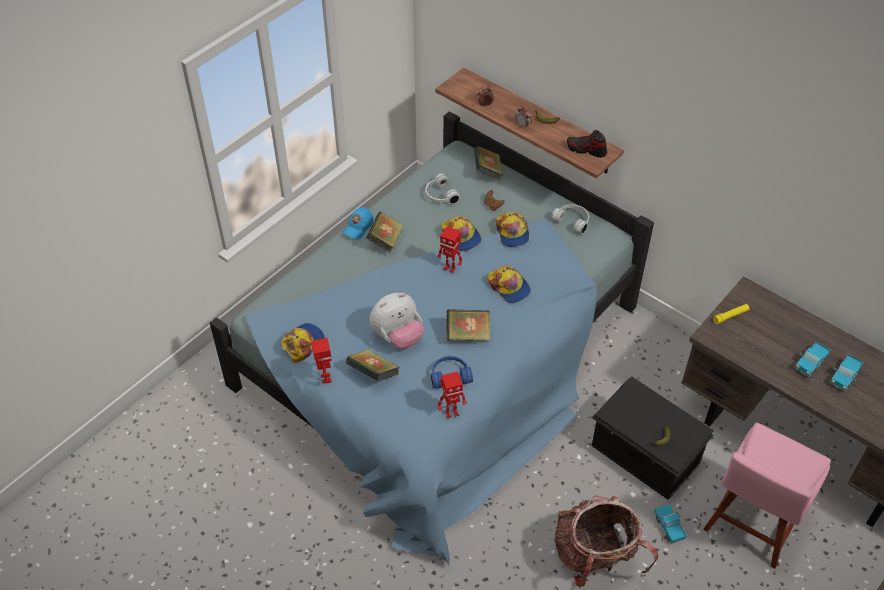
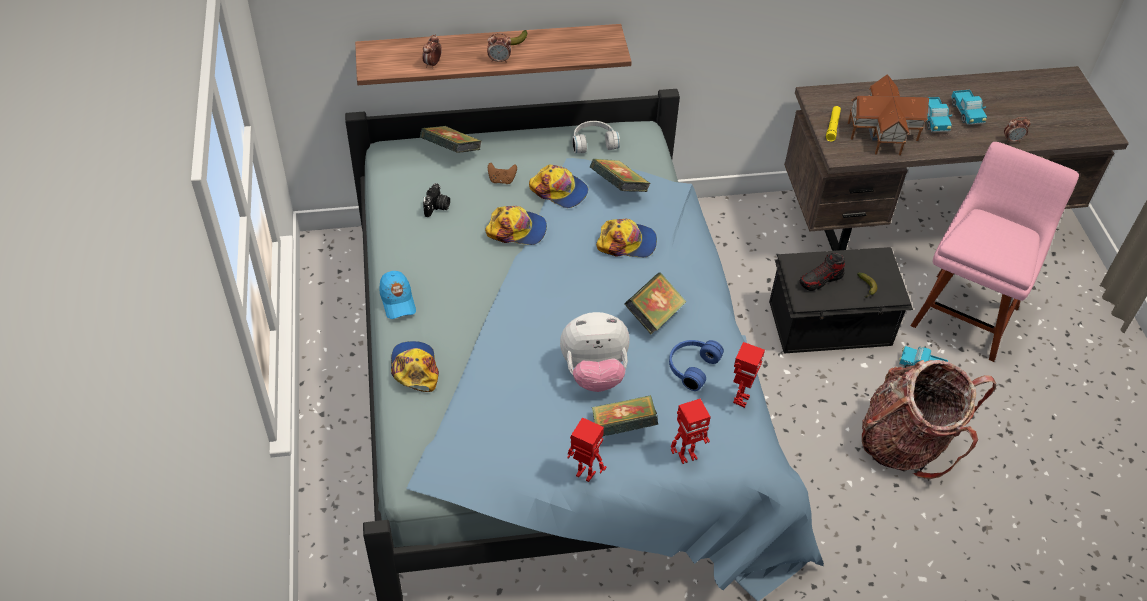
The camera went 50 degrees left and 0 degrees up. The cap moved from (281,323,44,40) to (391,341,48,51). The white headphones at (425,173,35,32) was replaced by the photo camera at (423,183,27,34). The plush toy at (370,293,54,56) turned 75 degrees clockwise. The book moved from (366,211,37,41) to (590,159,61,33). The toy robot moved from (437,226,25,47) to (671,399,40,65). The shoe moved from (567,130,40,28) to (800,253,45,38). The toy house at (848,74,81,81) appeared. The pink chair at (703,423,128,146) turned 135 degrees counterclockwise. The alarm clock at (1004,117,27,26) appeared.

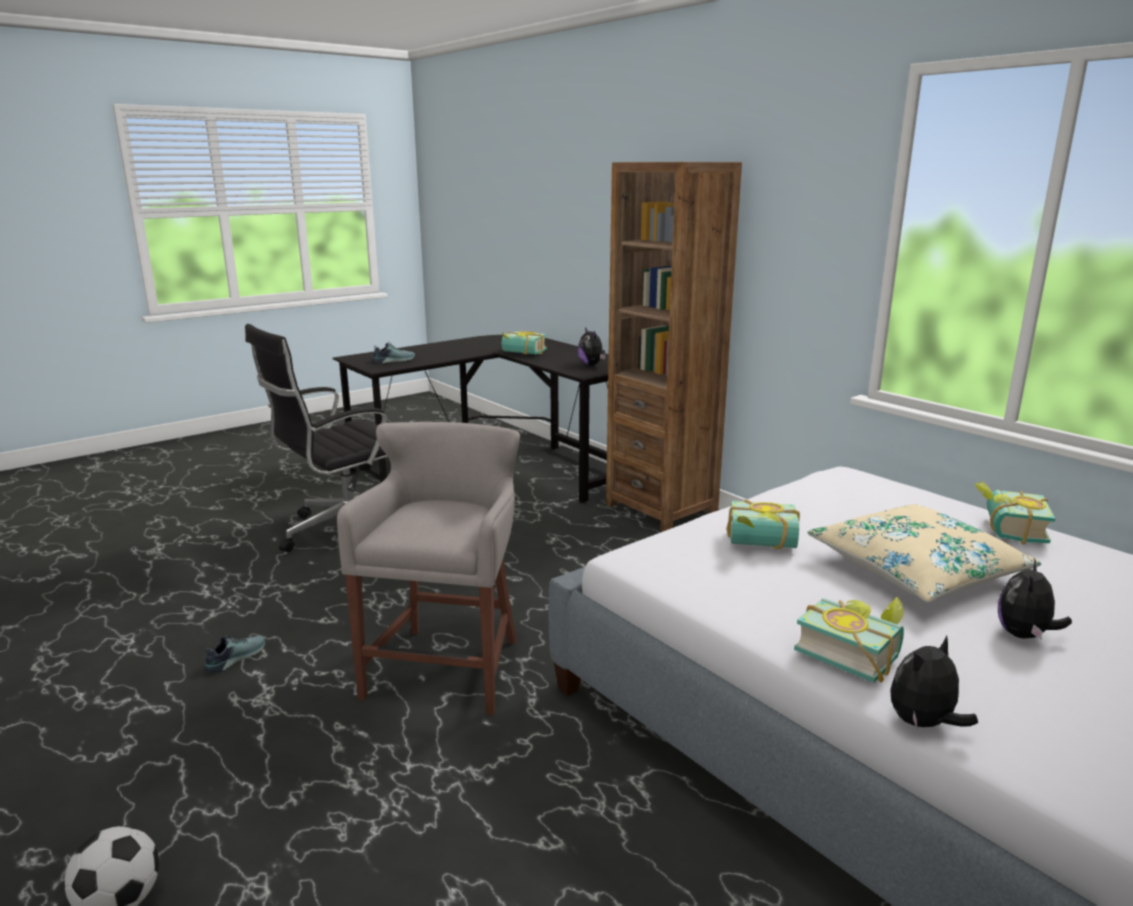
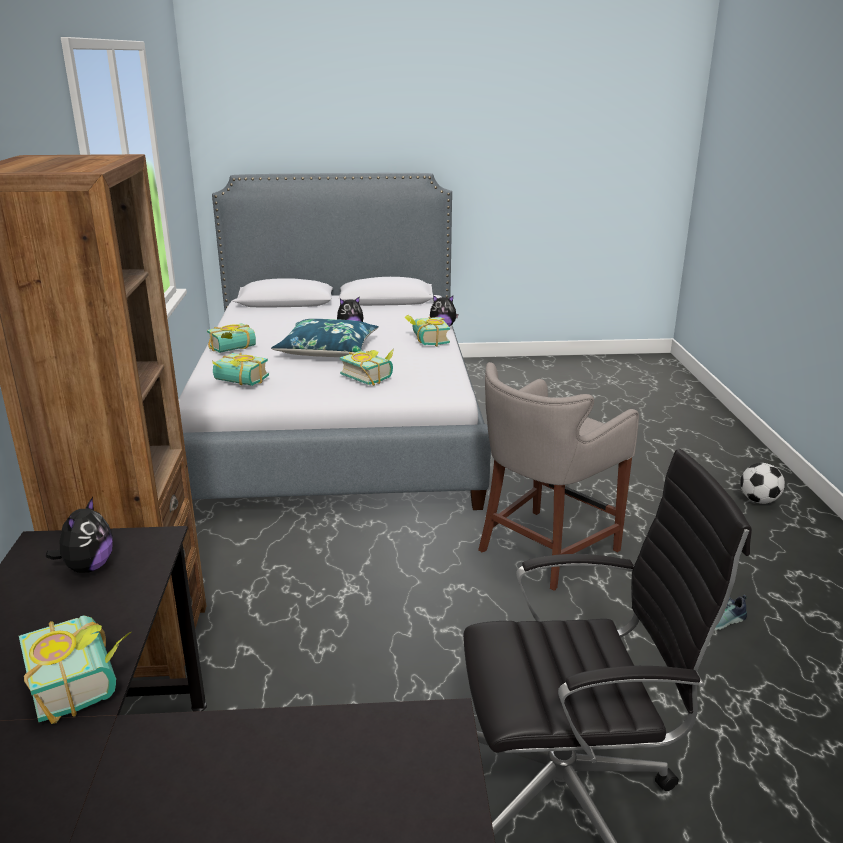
The camera went 145 degrees left and 5 degrees up. The book at (212,353,57,33) appeared. The beige pillow at (808,504,234,99) became the blue pillow at (271,319,108,38). The shoe at (373,342,42,21) disappeared.

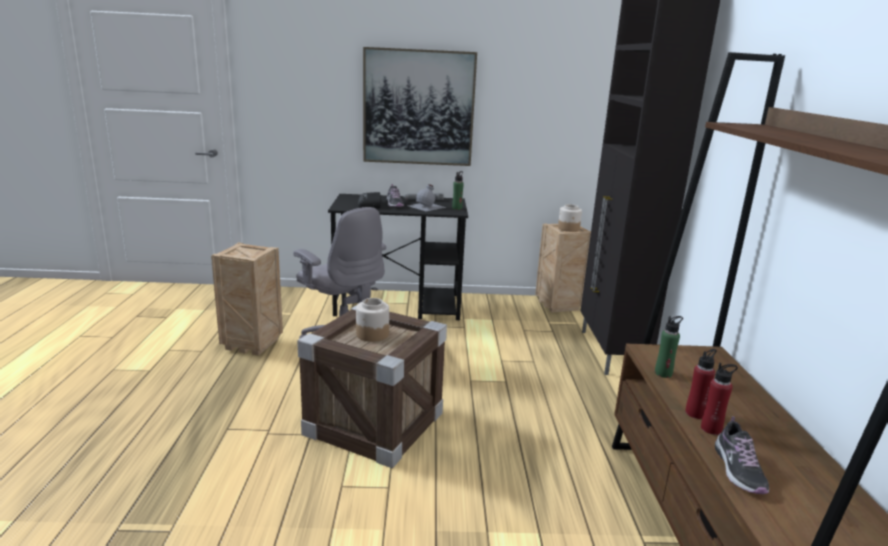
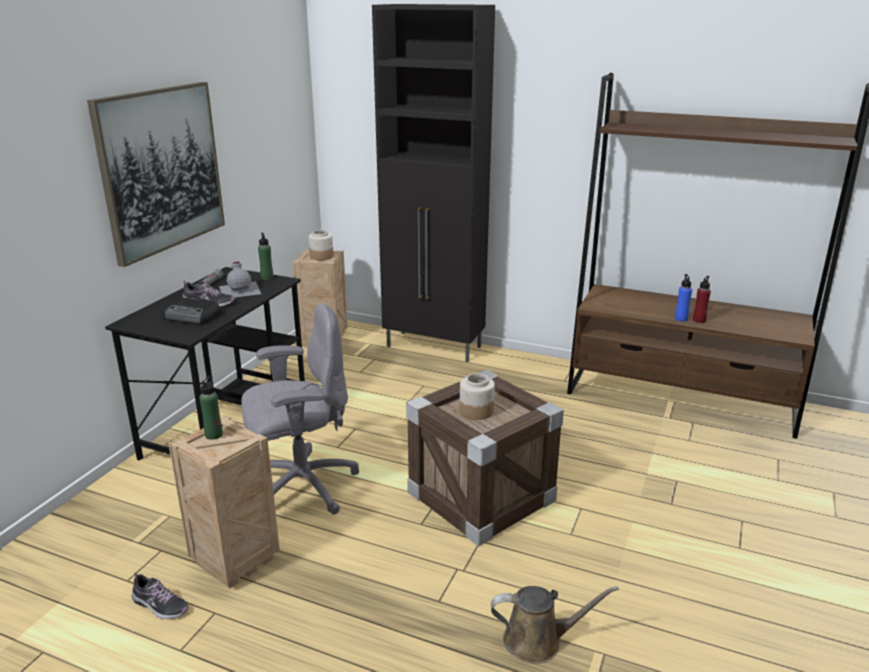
The camera went 65 degrees left and 5 degrees up. The shoe moved from (715,417,54,77) to (132,572,57,47). The green bottle moved from (655,316,28,62) to (199,375,24,65). The brown watering can at (491,586,128,78) appeared. The red bottle at (685,349,32,70) became the blue bottle at (675,274,17,48).

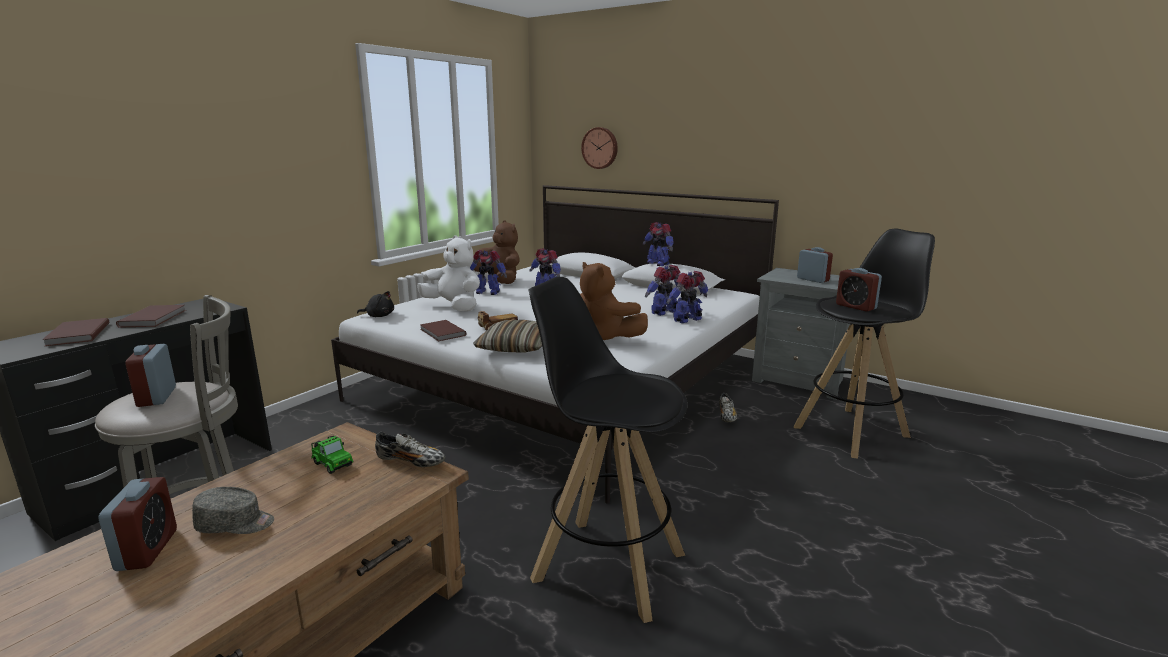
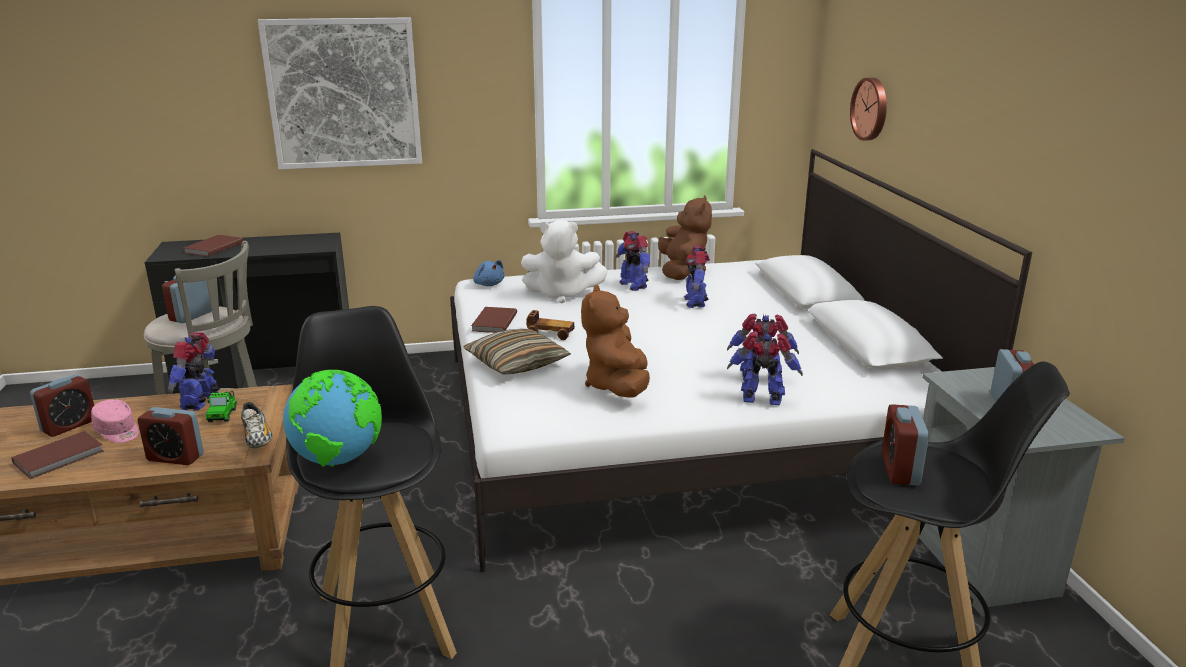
The camera went 45 degrees right and 5 degrees up. The brown book moved from (116,305,70,23) to (11,431,93,48). The grey cap at (192,487,82,47) became the pink cap at (91,399,48,44). The alarm clock at (137,407,67,58) appeared. The toy robot moved from (643,222,31,44) to (168,332,52,78). The picture at (258,17,164,152) appeared. The globe at (283,370,99,97) appeared. The black plush toy at (357,291,37,26) became the blue plush toy at (473,260,32,26). The white plush toy at (417,235,63,76) turned 105 degrees clockwise. The shoe at (719,393,18,29) disappeared.

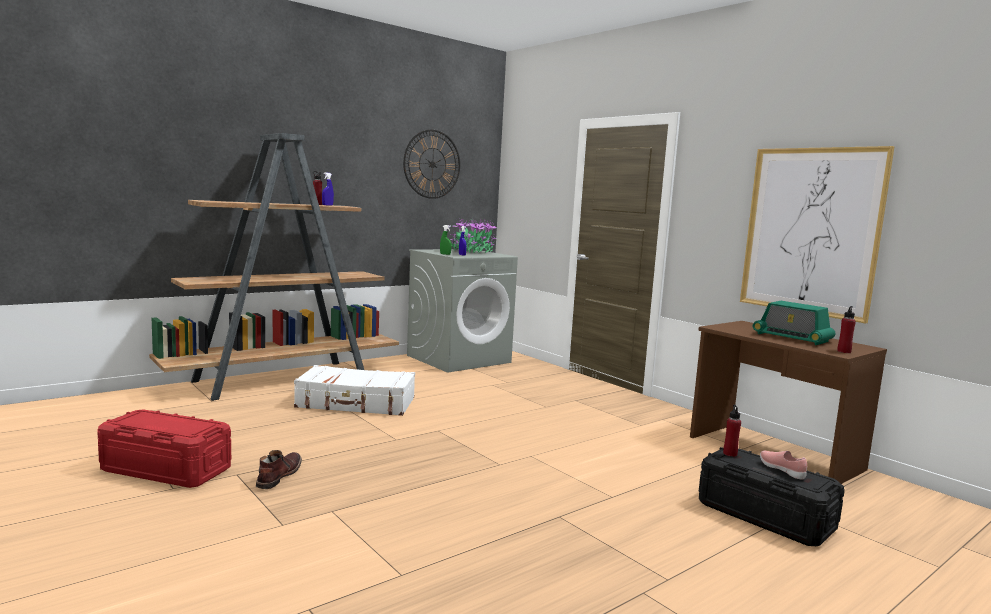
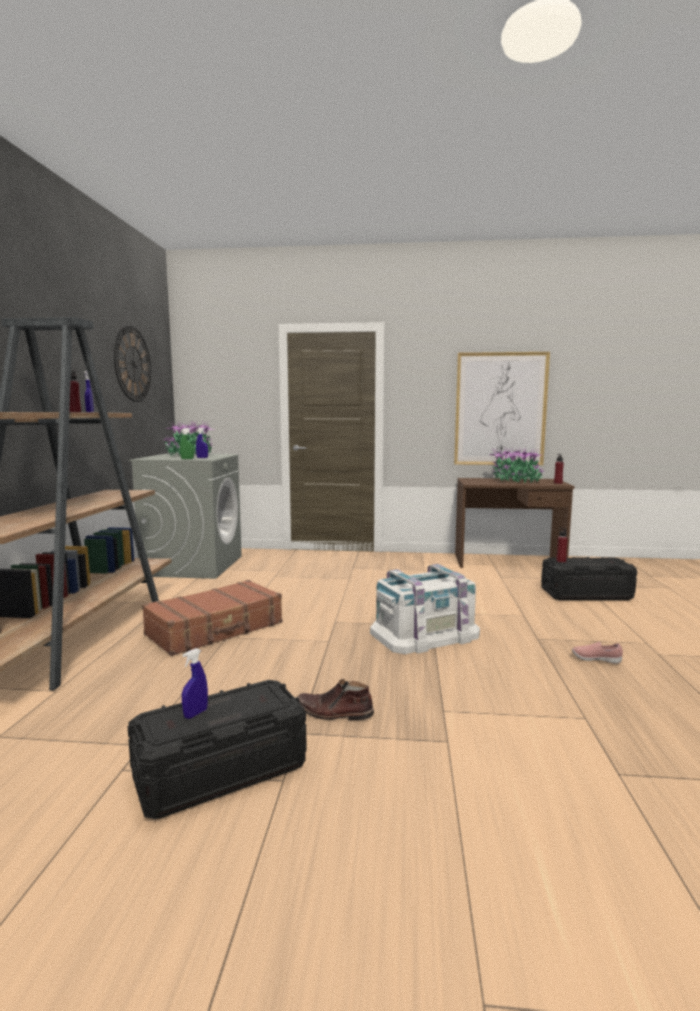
The camera went 45 degrees left and 0 degrees up. The red storage box at (97,409,134,79) became the black storage box at (128,680,179,139). The white suitcase at (294,365,121,51) became the brown suitcase at (142,580,140,76). The blue spray bottle at (182,648,26,71) appeared. The brown boot at (256,450,46,39) turned 45 degrees counterclockwise. The white storage box at (370,564,110,90) appeared. The radio at (753,301,82,44) was replaced by the potted plant at (490,448,55,35). The pink shoe moved from (760,451,47,28) to (572,642,51,22).

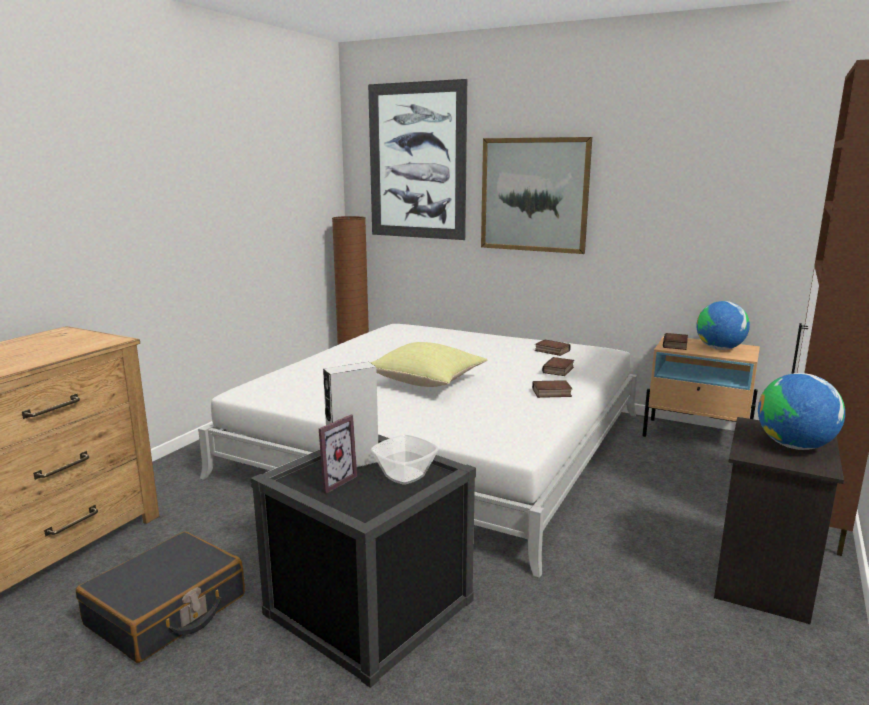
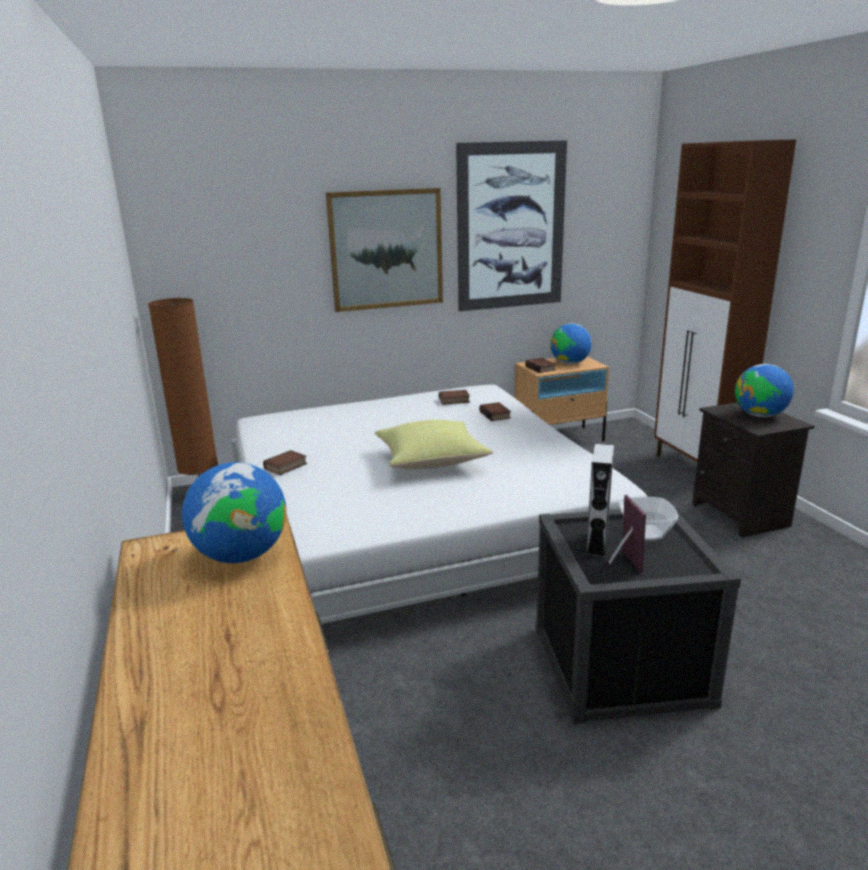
The camera went 45 degrees left and 5 degrees up. The globe at (182,462,104,101) appeared. The book moved from (532,380,40,18) to (263,450,44,25). The picture moved from (368,79,99,161) to (456,140,111,171). The black suitcase at (76,532,169,131) disappeared.

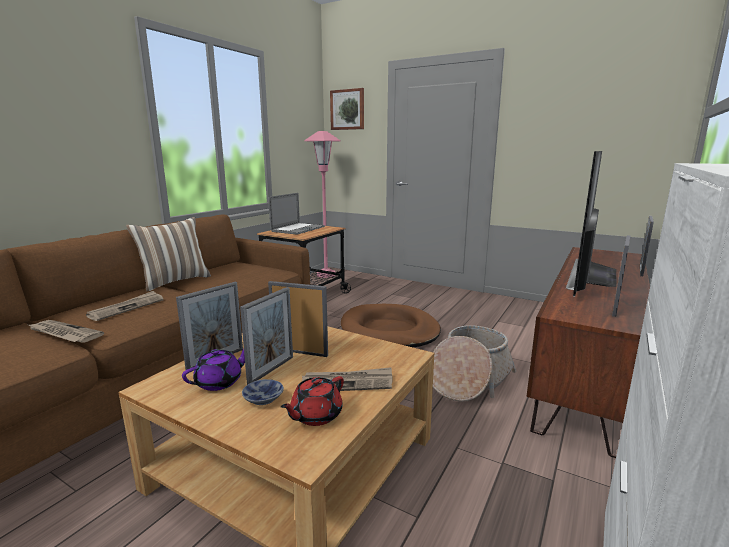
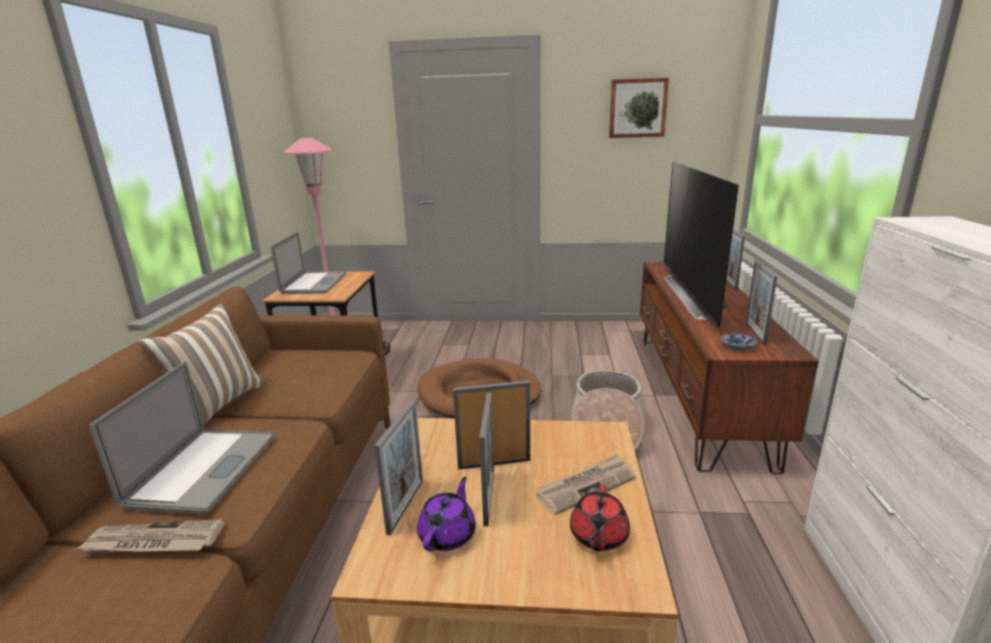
The camera went 25 degrees left and 5 degrees up. The newspaper at (86,291,77,30) was replaced by the laptop at (89,361,187,153). The picture moved from (330,88,34,42) to (609,78,60,60). The bowl moved from (242,379,42,26) to (721,334,36,17).

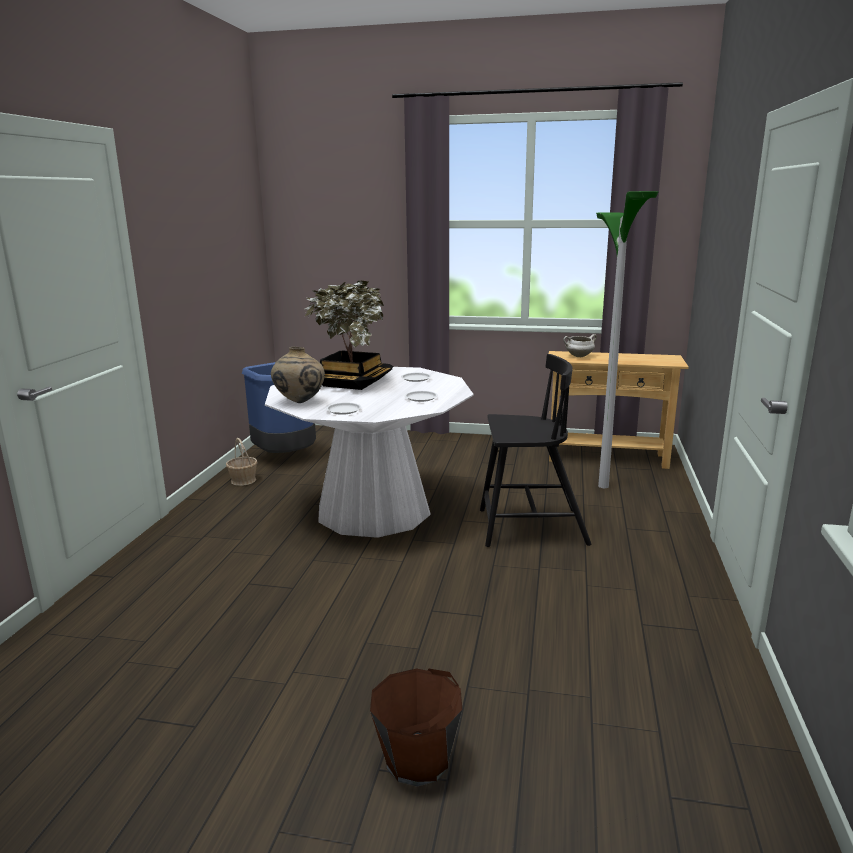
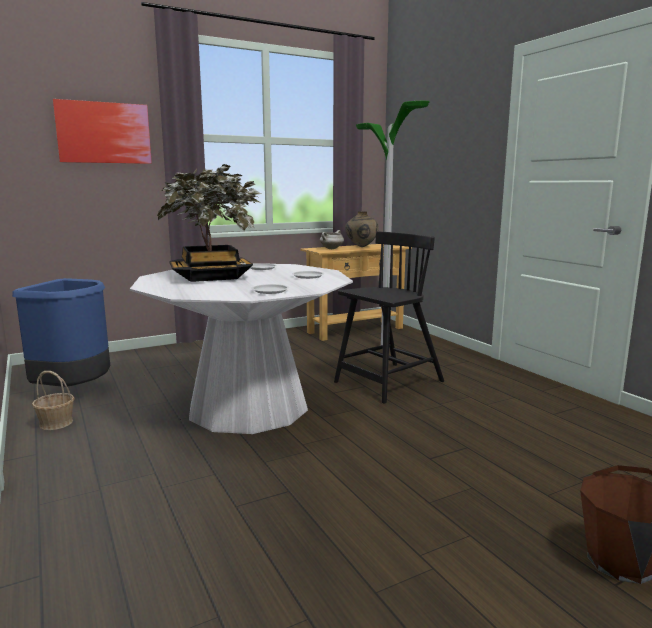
The camera went 40 degrees left and 5 degrees down. The picture at (53,99,99,65) appeared. The beige vase moved from (271,346,54,57) to (345,211,34,36).

